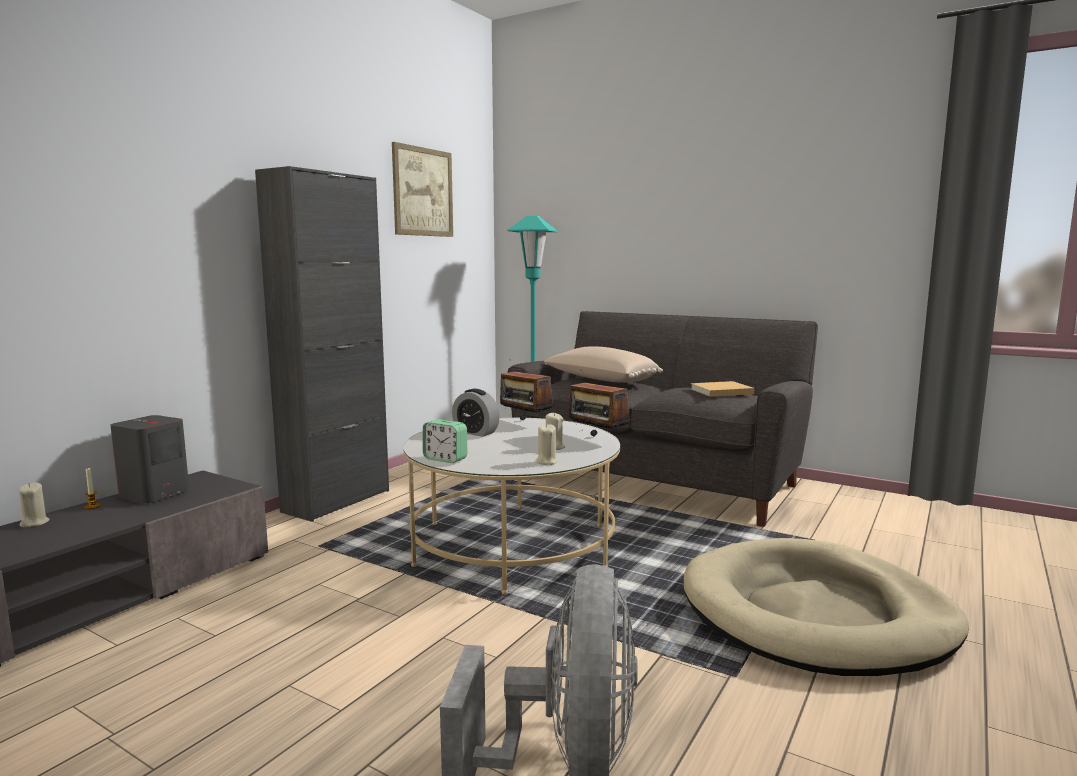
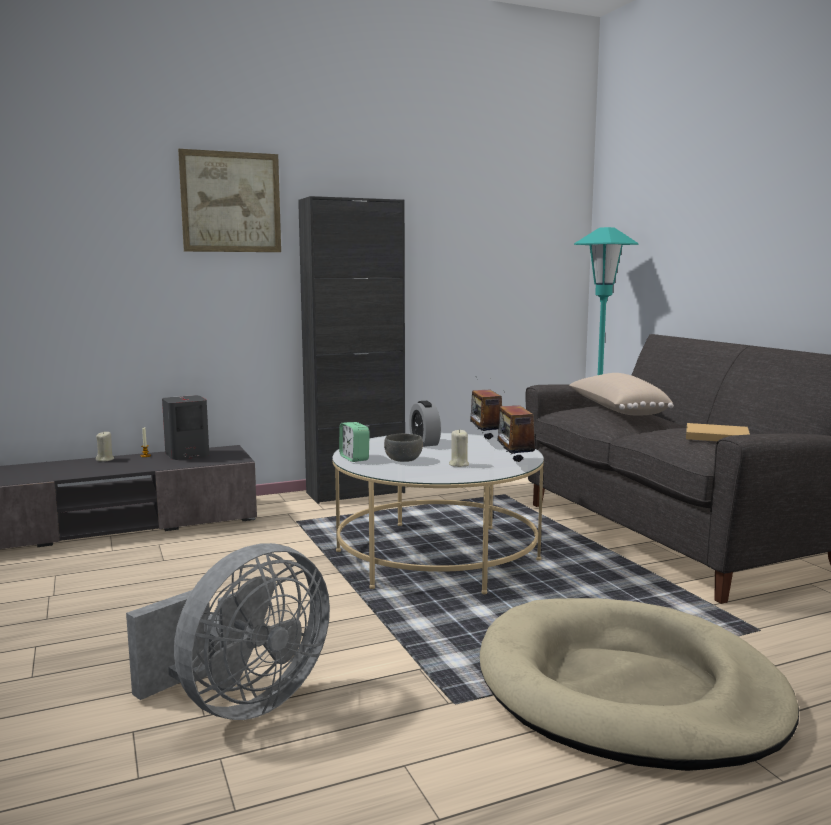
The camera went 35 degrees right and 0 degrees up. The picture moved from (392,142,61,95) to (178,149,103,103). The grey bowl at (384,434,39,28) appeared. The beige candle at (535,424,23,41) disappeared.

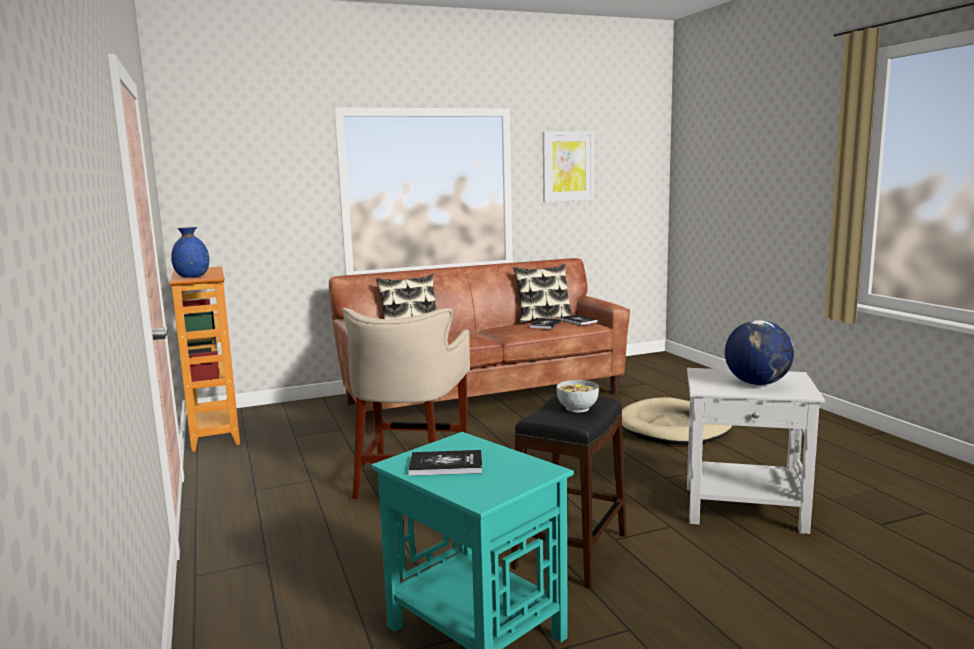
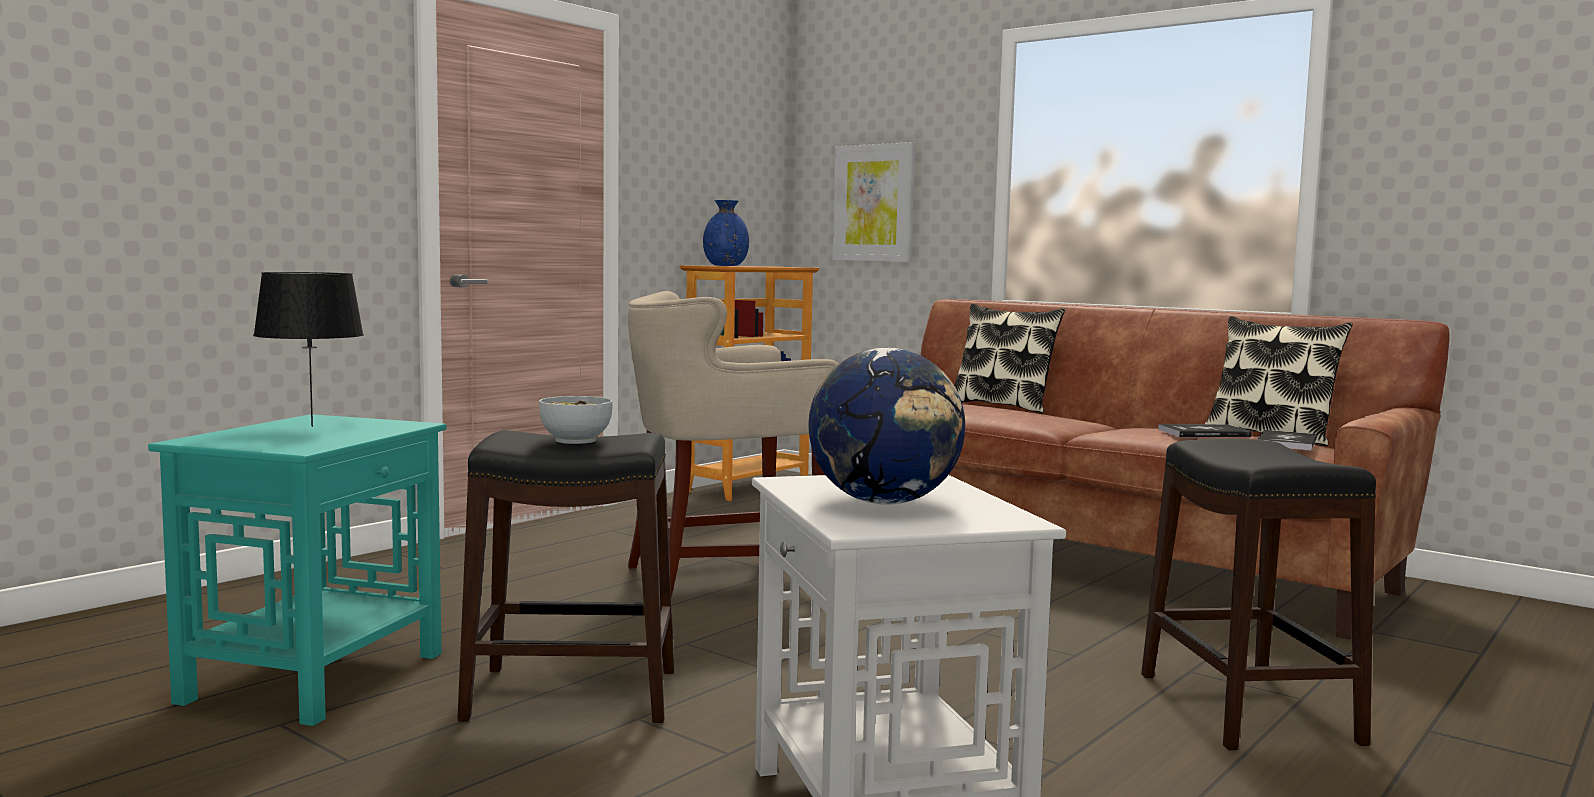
The camera went 60 degrees right and 5 degrees down. The book at (408,450,74,26) was replaced by the black table lamp at (253,272,111,155). The picture moved from (543,131,51,71) to (832,142,83,120). The beige dog bed at (622,397,111,48) was replaced by the black stool at (1141,439,235,311).

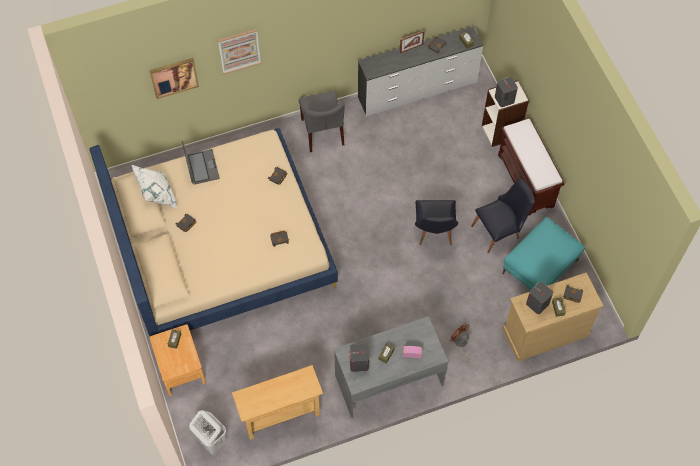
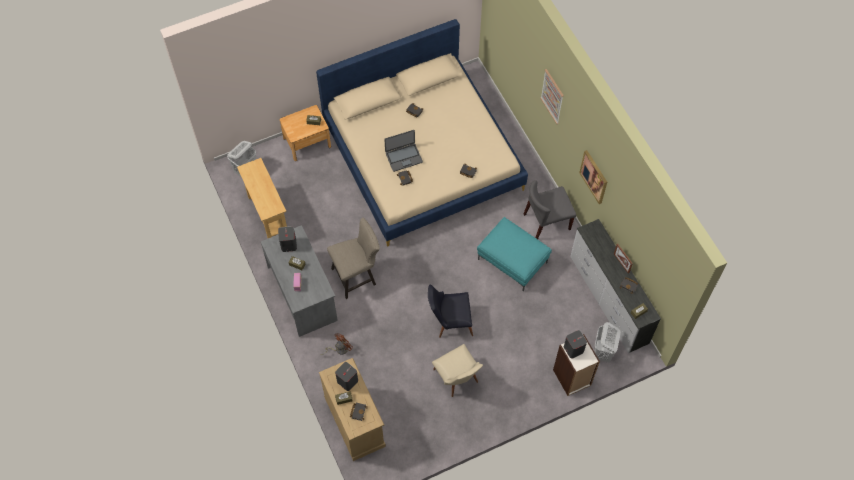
The camera went 85 degrees right and 0 degrees up. The beige stool at (327,217,53,82) appeared. The laptop moved from (182,141,38,44) to (384,130,39,42). The black chair at (471,179,64,75) became the beige chair at (432,344,51,53). The turquoise ottoman moved from (503,217,82,73) to (477,217,75,74). The picture moved from (149,58,50,41) to (579,150,28,54). The white laundry basket at (594,322,27,41) appeared. The white pillow at (132,165,45,43) disappeared. The brown bench at (498,118,67,97) disappeared.

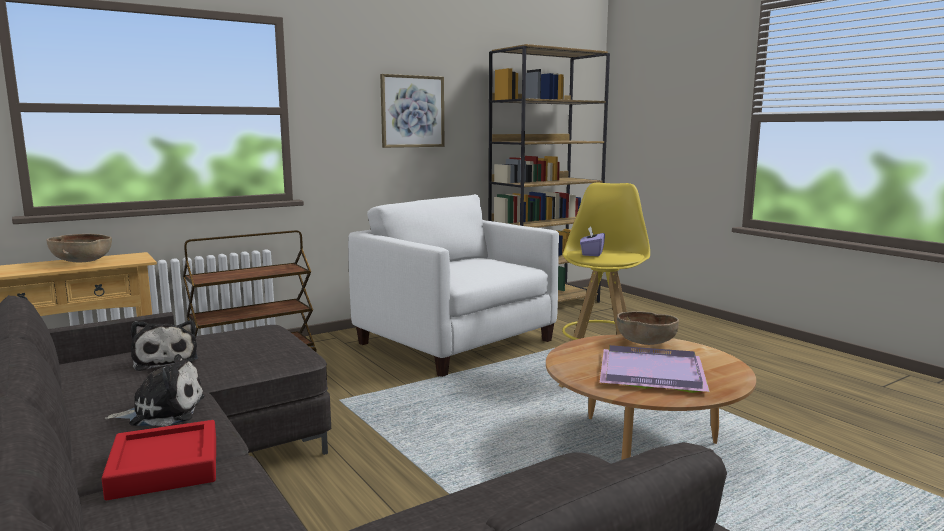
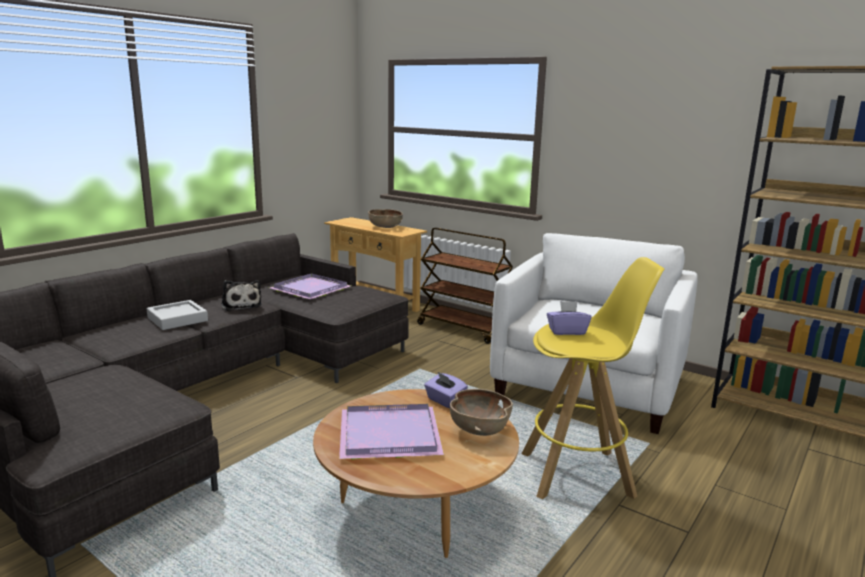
The camera went 70 degrees right and 5 degrees up. The red tray at (102,420,114,80) became the grey tray at (147,300,61,30). The plush toy at (131,320,67,51) was replaced by the purple tray at (270,273,81,26). The purple tissue box at (424,372,44,36) appeared. The picture at (380,74,65,74) disappeared.

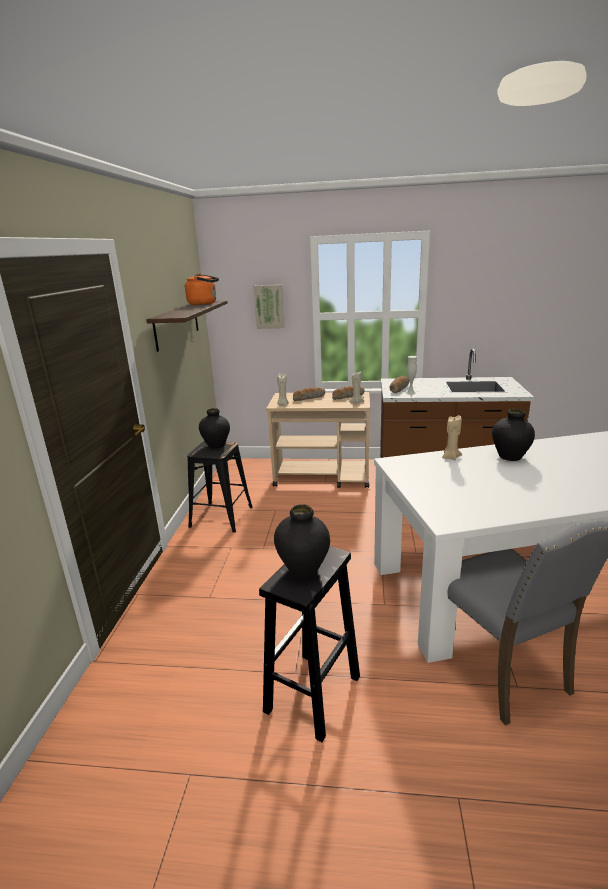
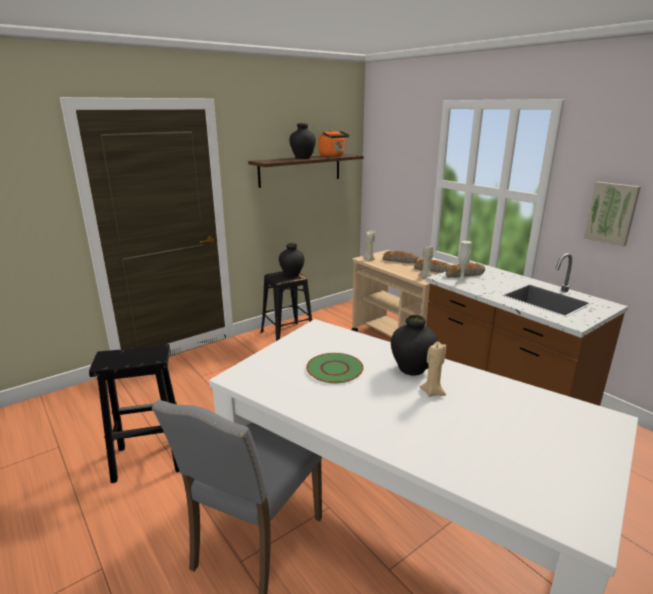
The camera went 45 degrees right and 0 degrees up. The black vase moved from (274,505,56,73) to (289,123,27,36). The green plate at (306,353,57,30) appeared. The beige candle moved from (442,415,20,45) to (419,342,27,55). The picture moved from (253,285,32,44) to (584,182,57,65).

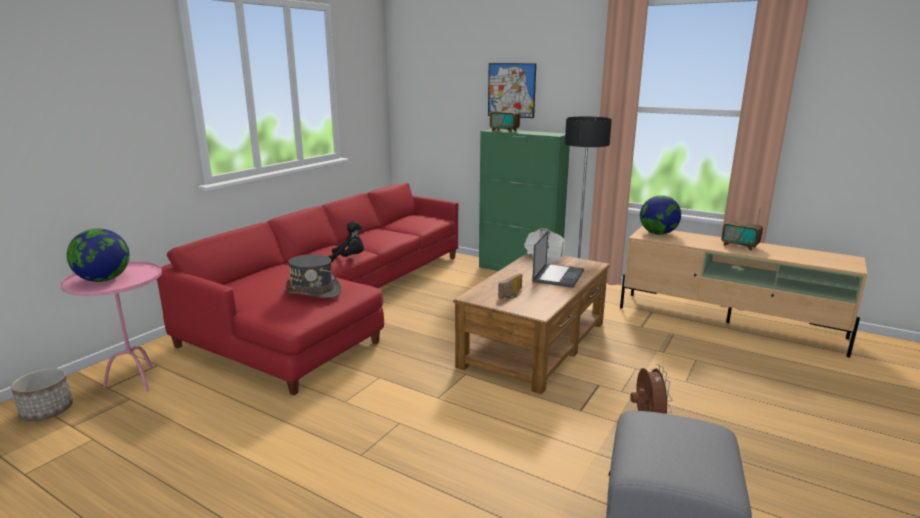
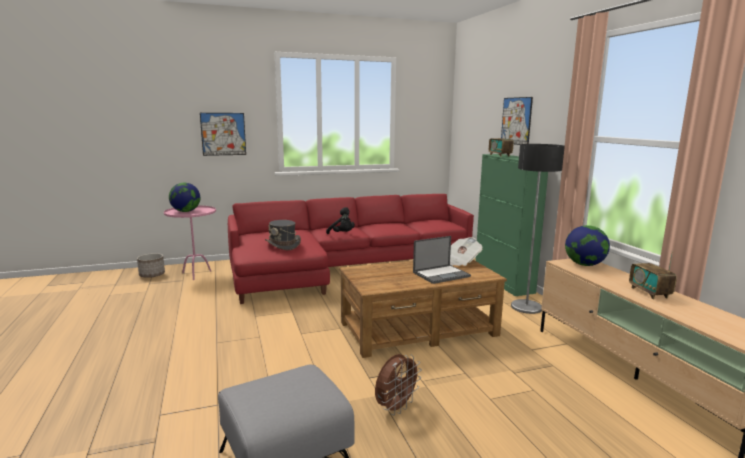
The camera went 40 degrees right and 5 degrees down. The picture at (200,113,46,43) appeared. The radio at (498,273,24,26) disappeared.

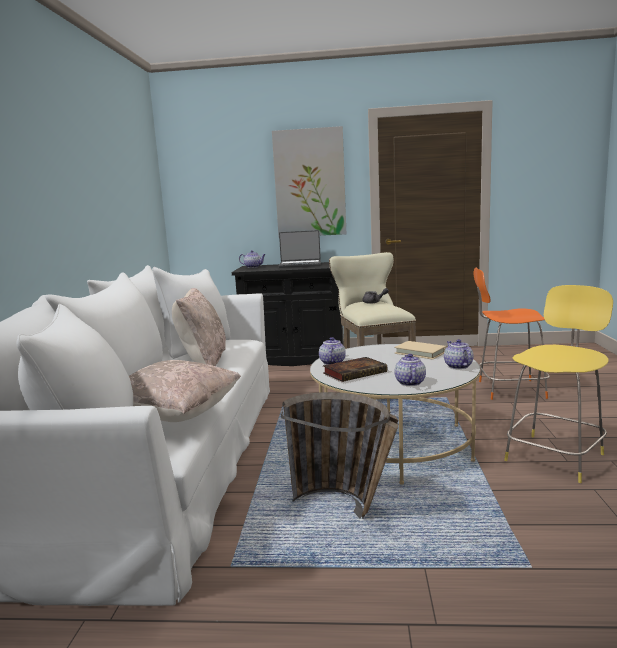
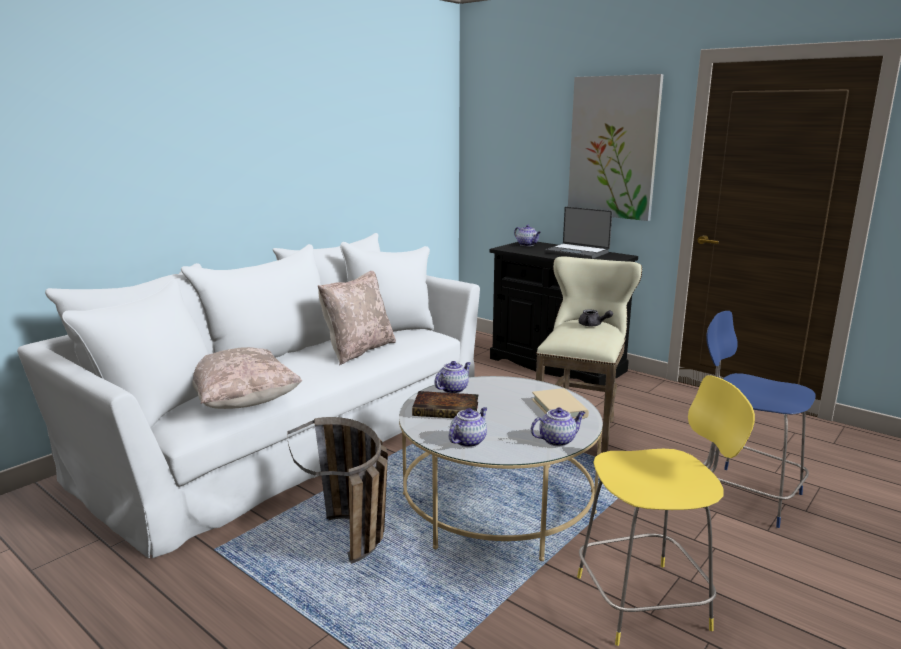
The camera went 35 degrees right and 5 degrees up. The teapot at (444,339,30,30) turned 45 degrees clockwise. The orange stool at (474,268,76,132) became the blue stool at (703,311,113,217).

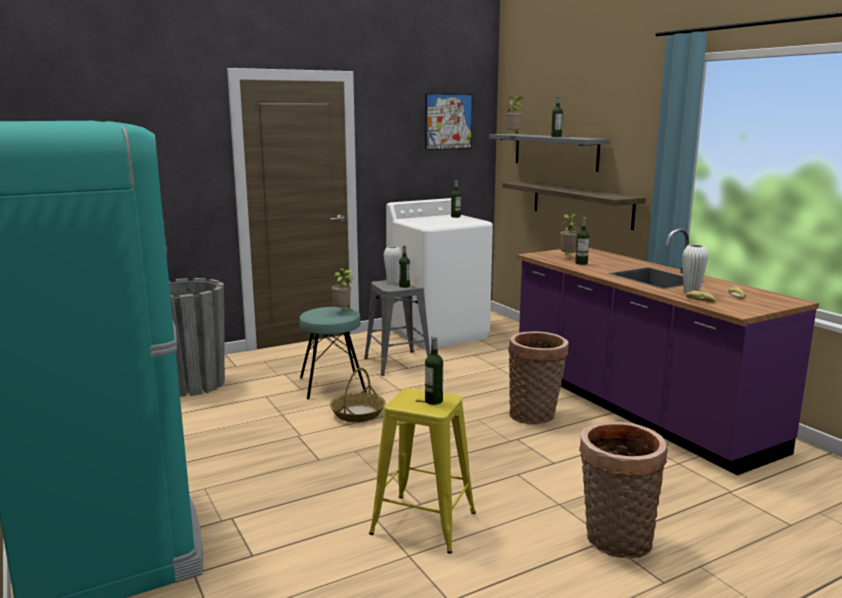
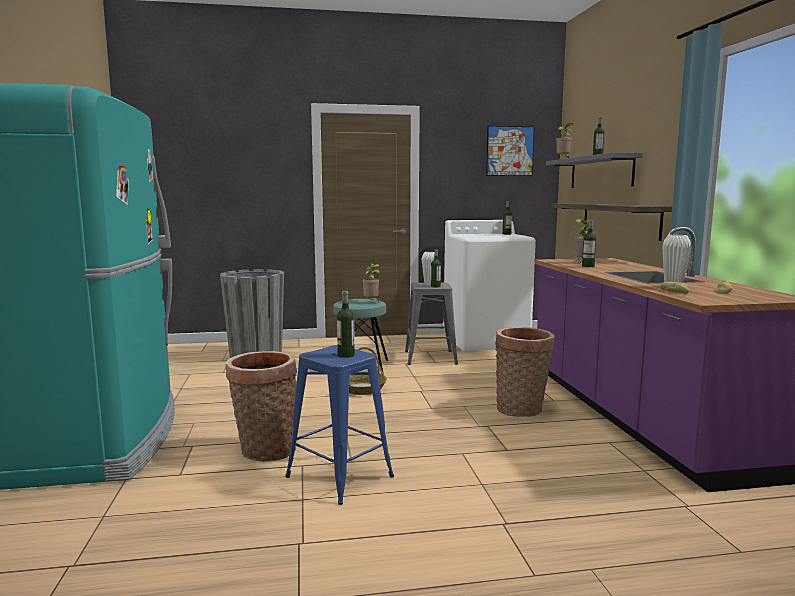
The camera went 20 degrees right and 5 degrees down. The basket moved from (579,422,89,137) to (226,351,71,111). The yellow stool at (369,388,107,166) became the blue stool at (285,345,109,160).

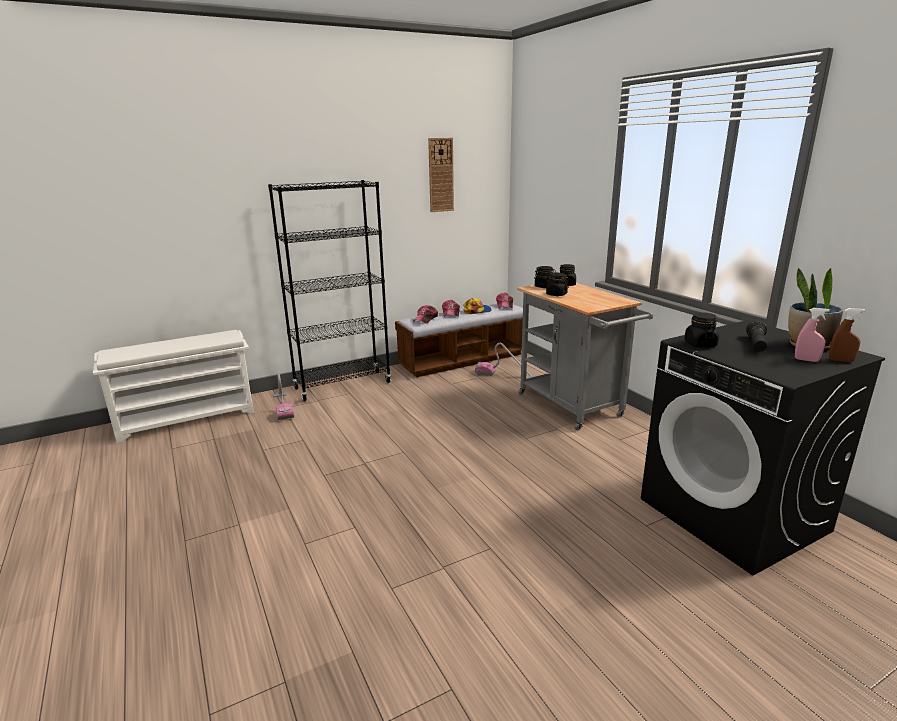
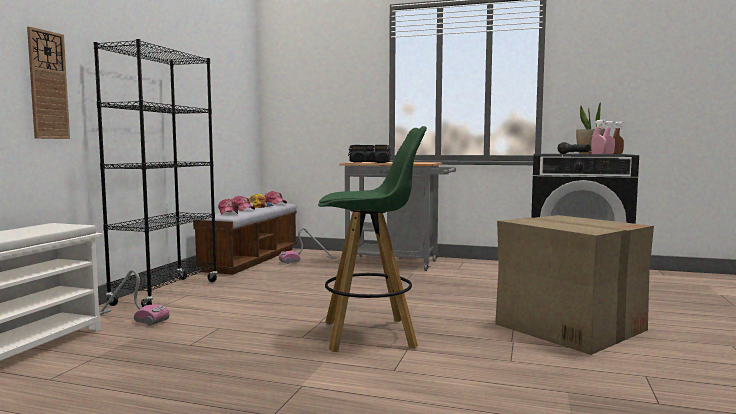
The camera went 45 degrees left and 15 degrees down. The wall clock moved from (428,138,26,74) to (27,26,43,113). The green stool at (318,126,109,226) appeared. The cardboard box at (495,215,159,140) appeared. The pink spray bottle at (591,120,16,34) appeared. The black jar at (684,312,35,35) disappeared.

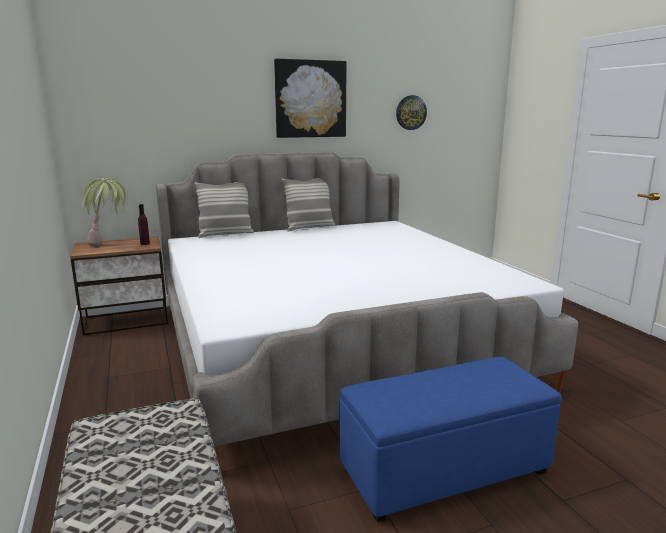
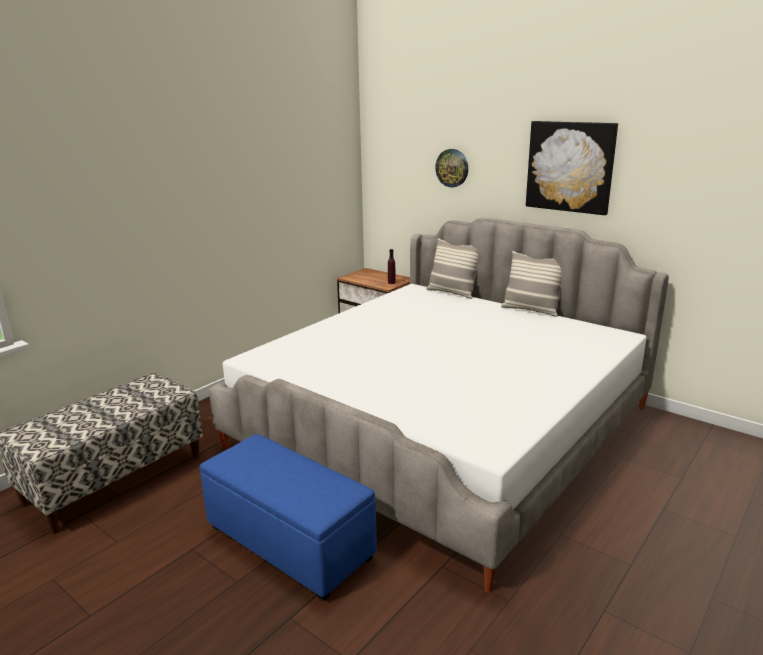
The camera went 60 degrees right and 5 degrees up. The wall clock moved from (396,95,31,35) to (435,149,33,38). The potted plant at (81,178,47,69) disappeared.

